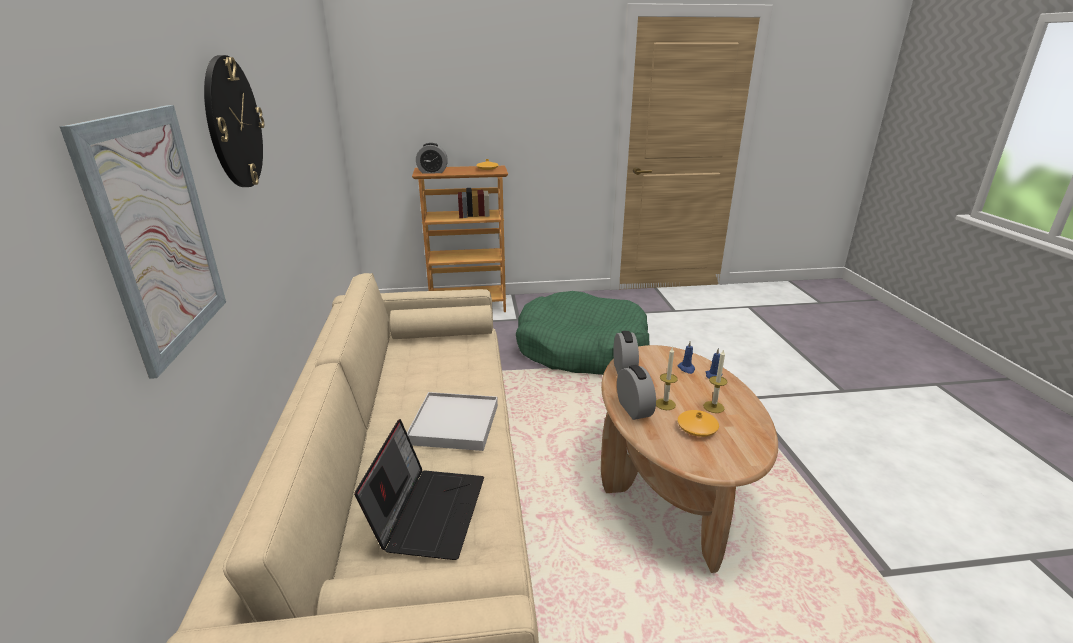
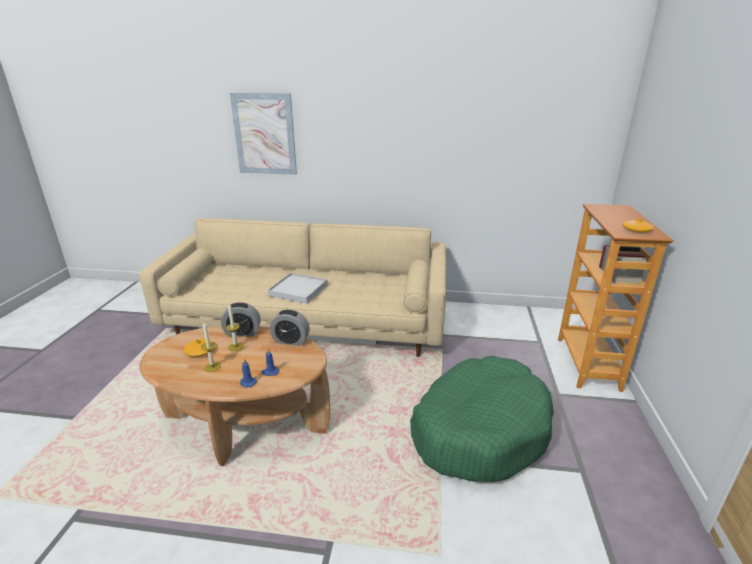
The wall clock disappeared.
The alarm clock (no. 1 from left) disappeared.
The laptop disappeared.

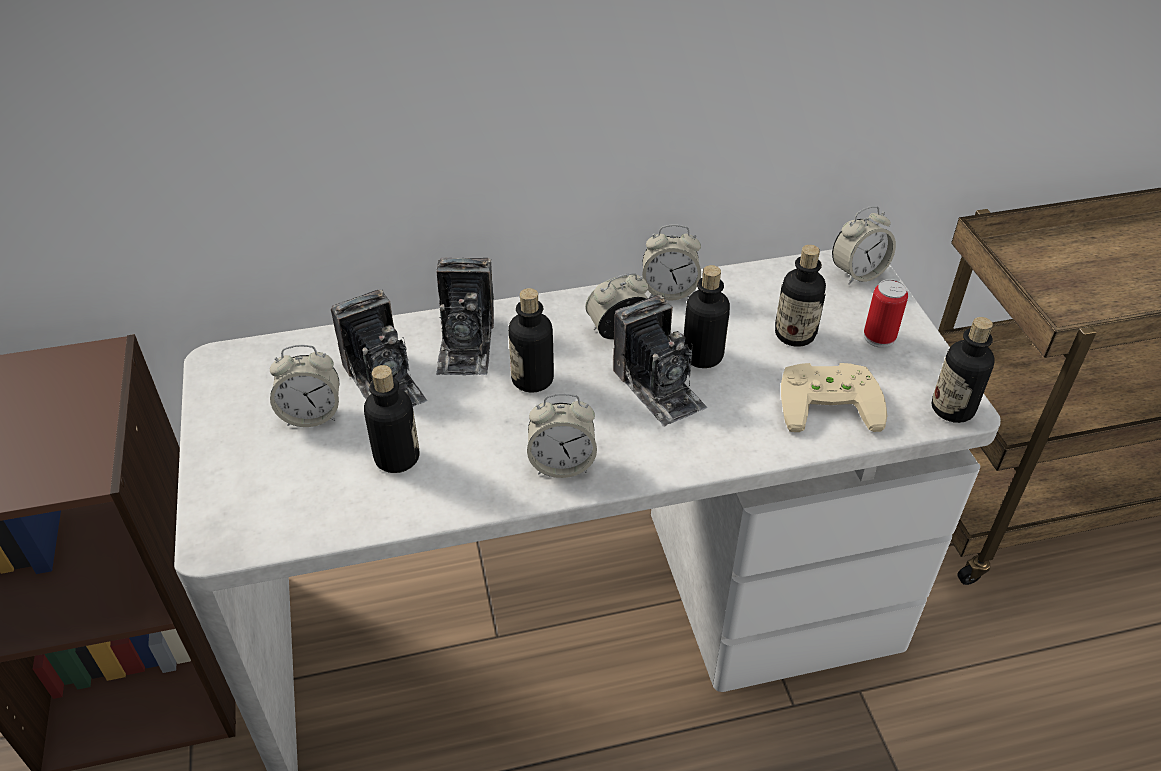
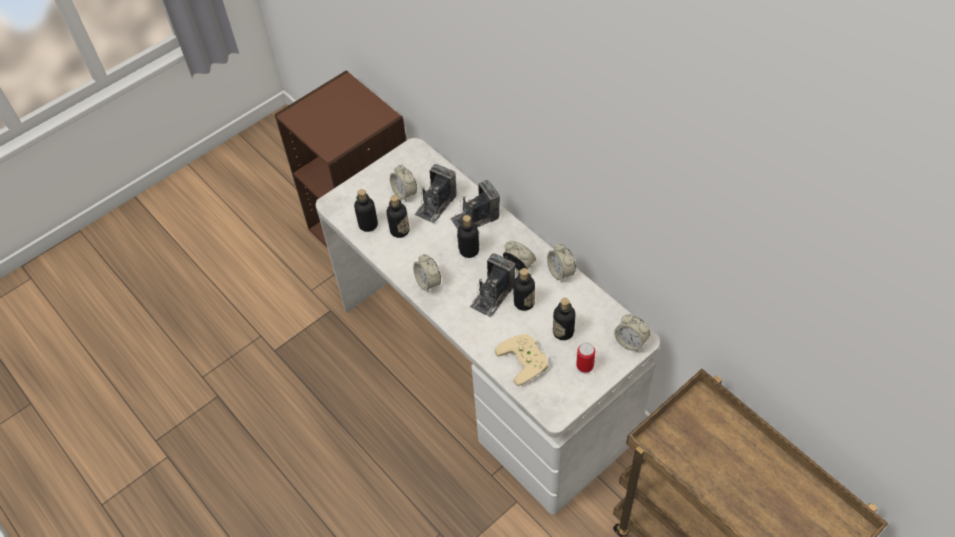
The bottle (no. 5 from left in the first image) moved.

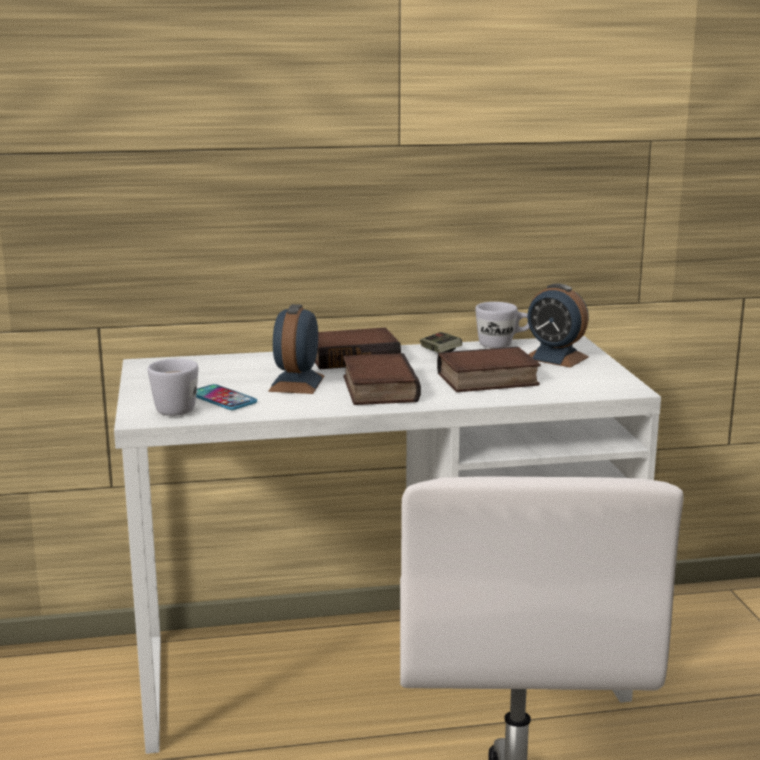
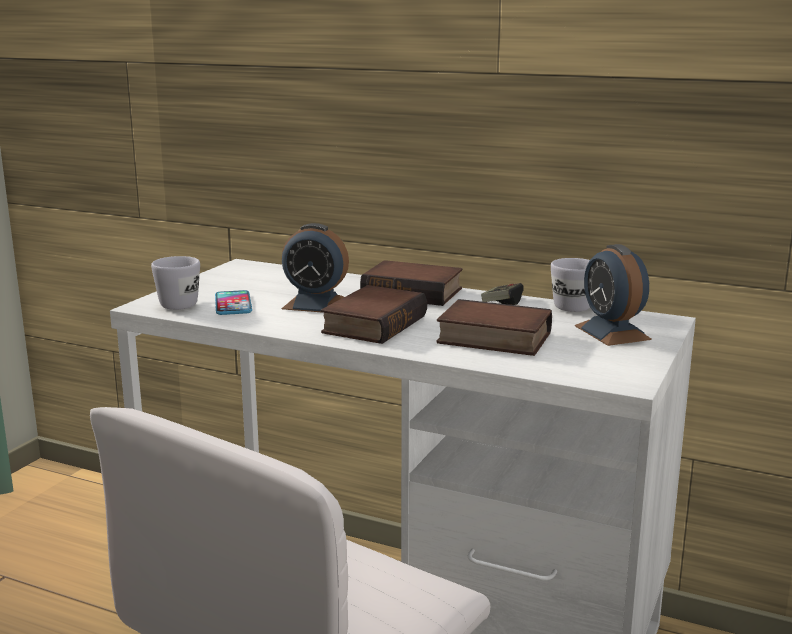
The alarm clock (no. 1 from left) turned 120 degrees counterclockwise.

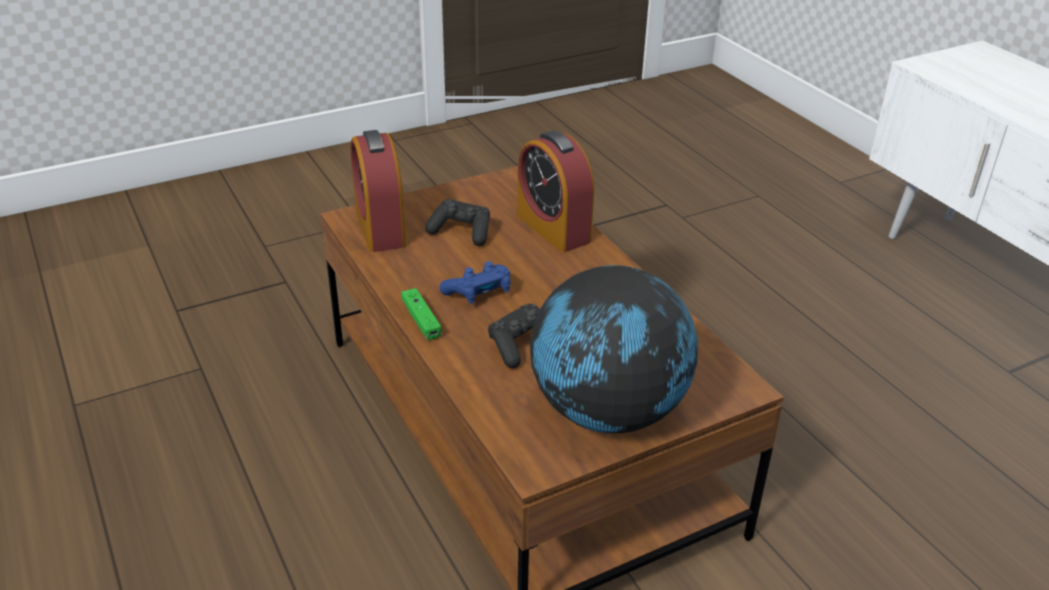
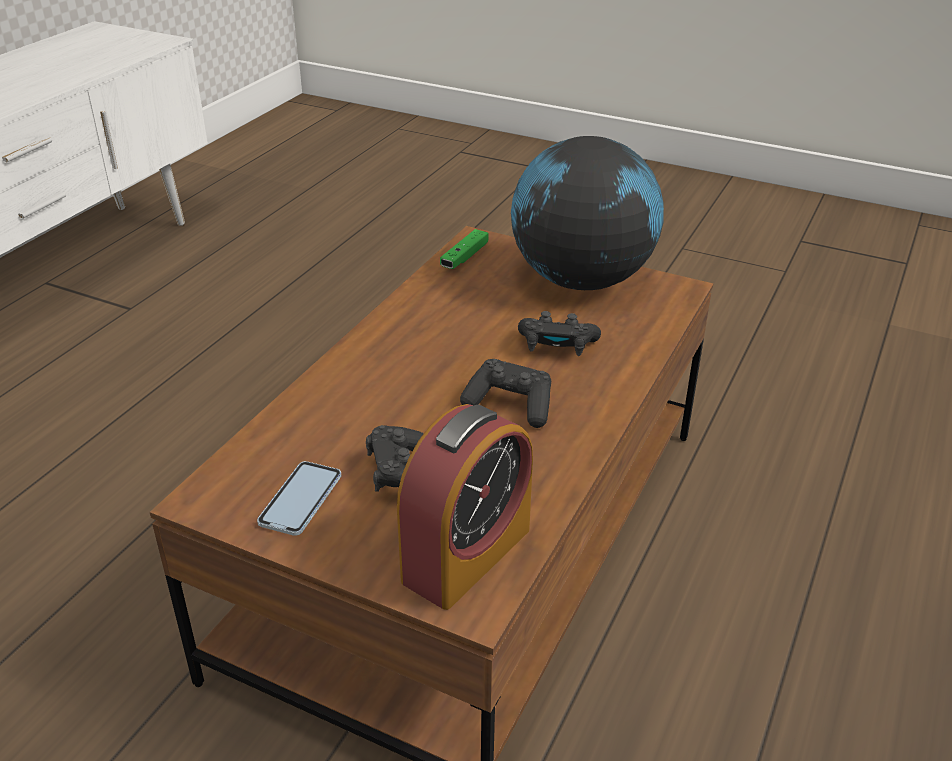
The alarm clock (no. 2 from left) disappeared.
The game controller (blue) became the game controller (black) (no. 2 from left).
The game controller (green) moved.
The phone appeared.

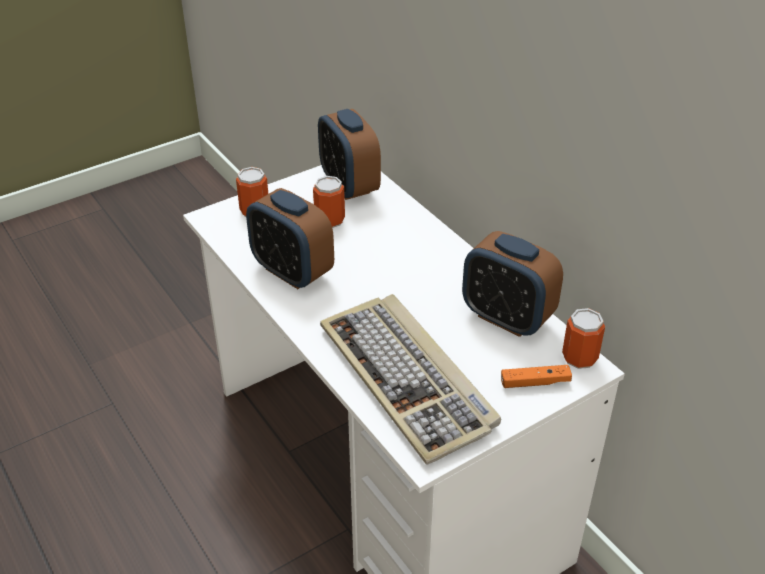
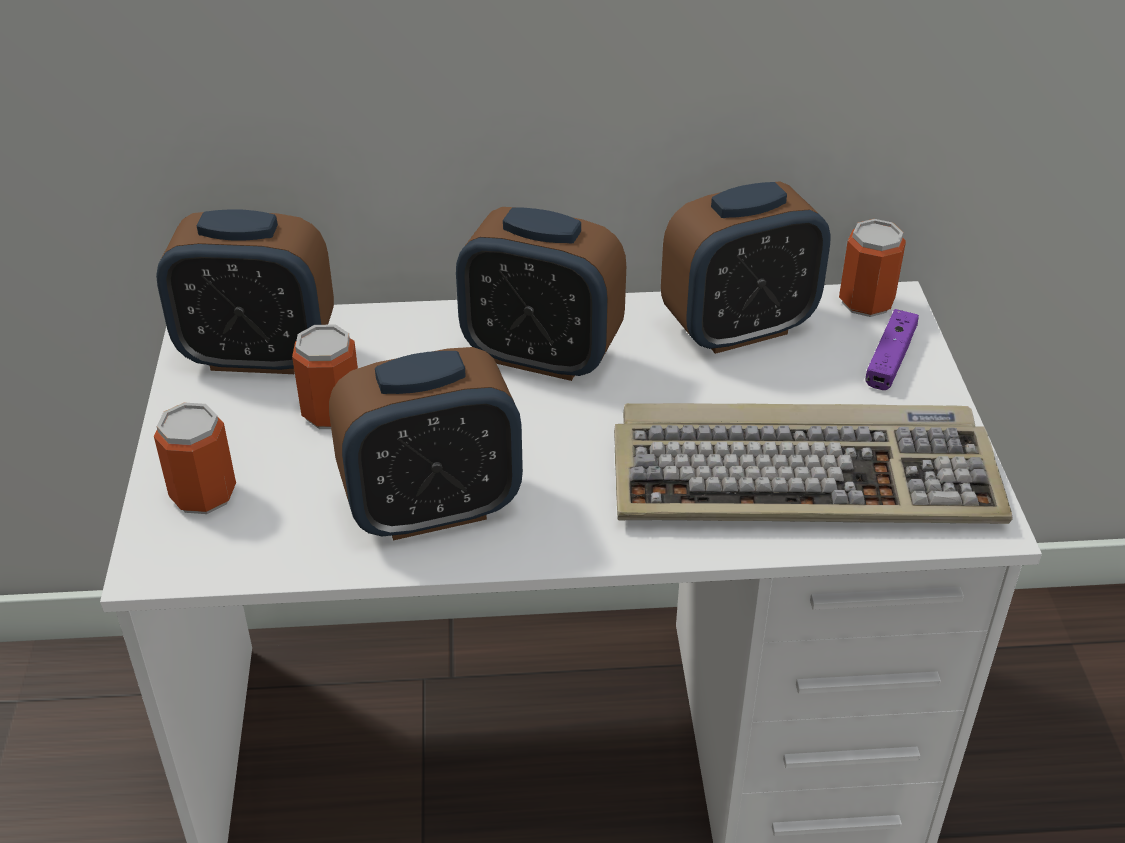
The game controller (orange) became the game controller (purple).
The alarm clock (no. 3 from left) appeared.

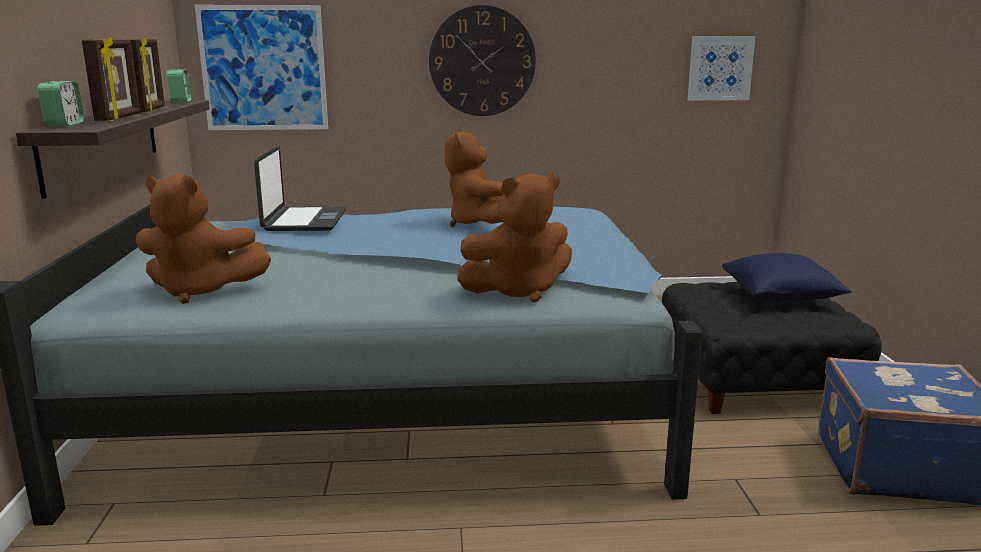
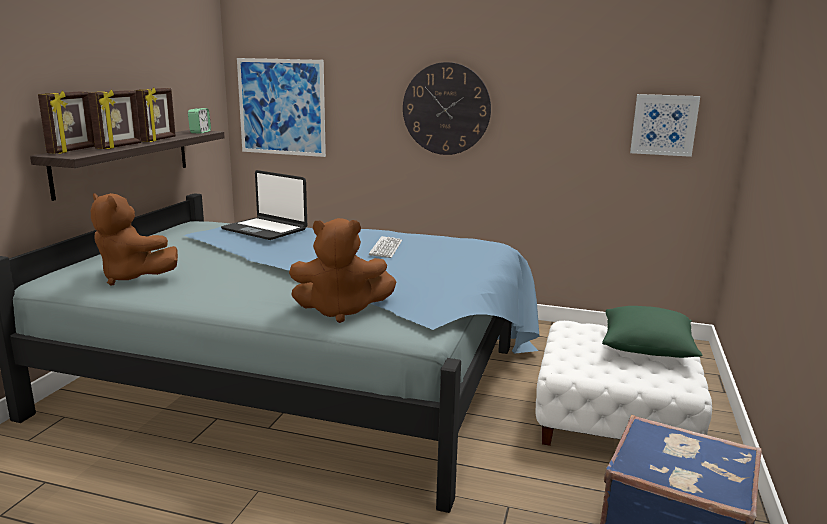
The alarm clock (no. 1 from left) was replaced by the picture frame (no. 1 from left).
The plush toy (brown) (no. 2 from left) was replaced by the keyboard.
The laptop turned 105 degrees clockwise.
The pillow (blue) became the pillow (green).
The ottoman (black) became the ottoman (white).

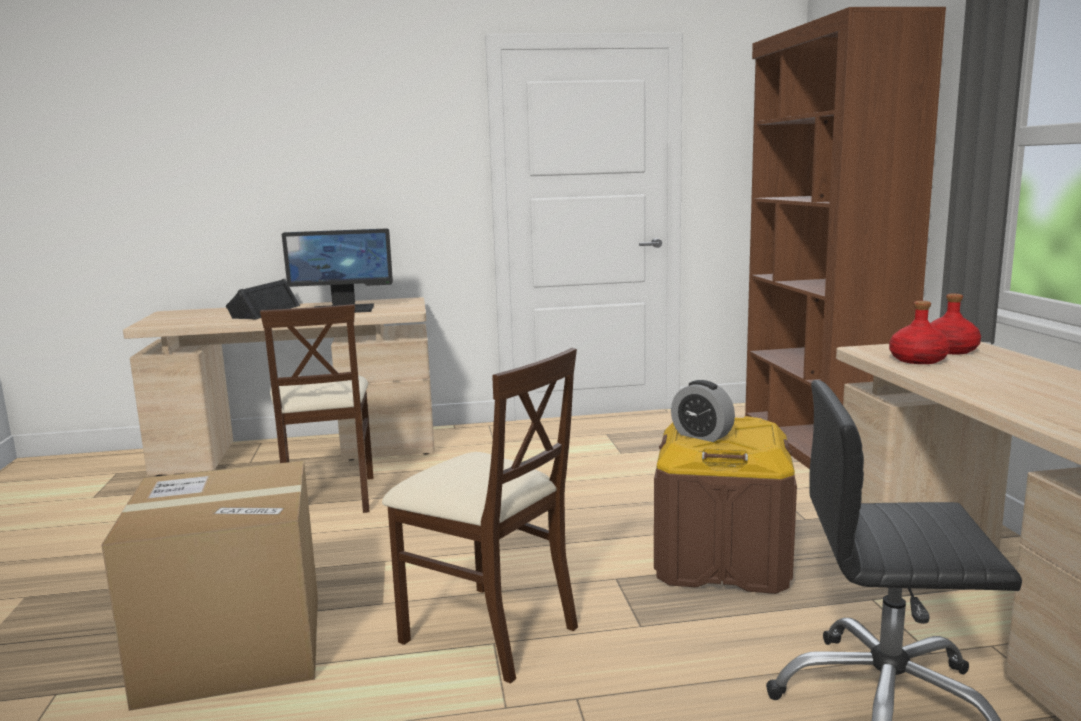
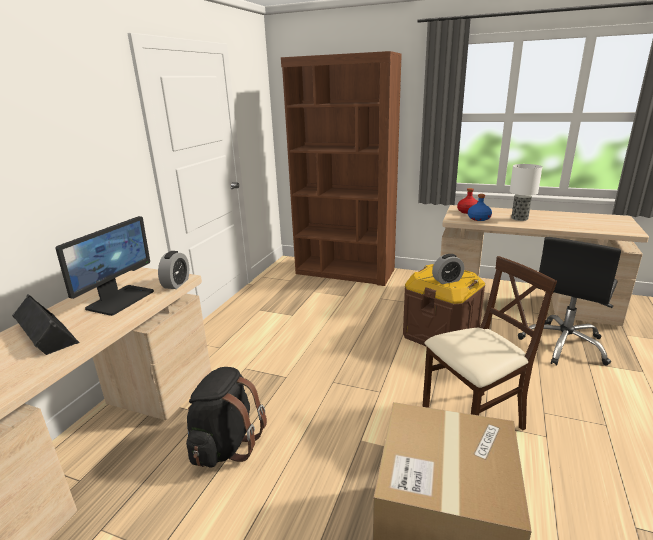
The bottle (red) (no. 1 from left) became the bottle (blue).
The chair (beige) (no. 1 from left) was replaced by the backpack (black).
The table lamp appeared.
The alarm clock (no. 1 from left) appeared.

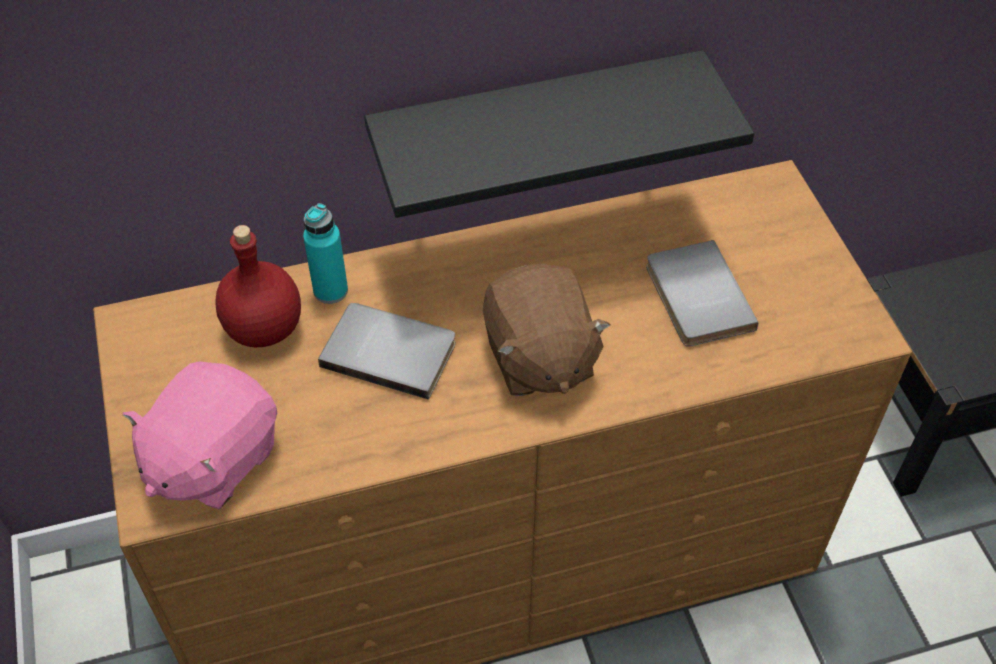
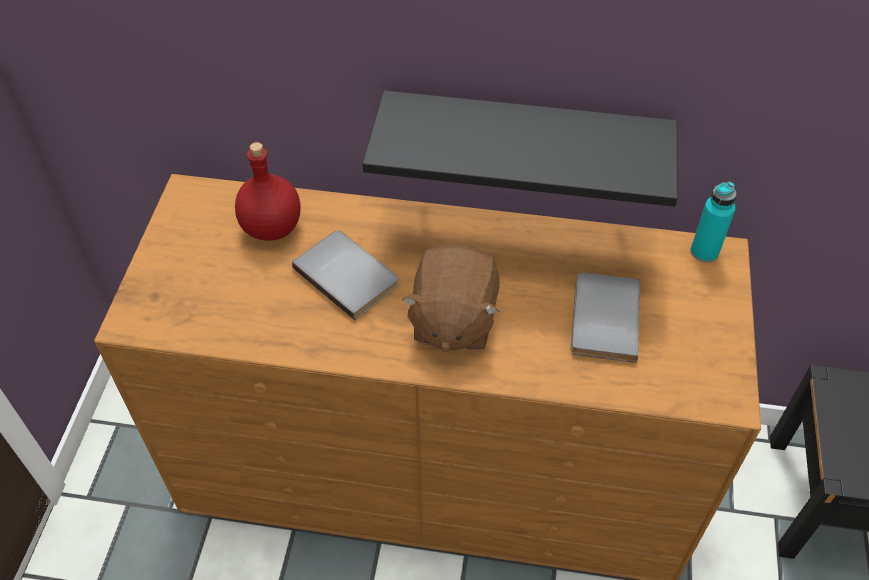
The bottle (turquoise) moved.
The plush toy (pink) disappeared.

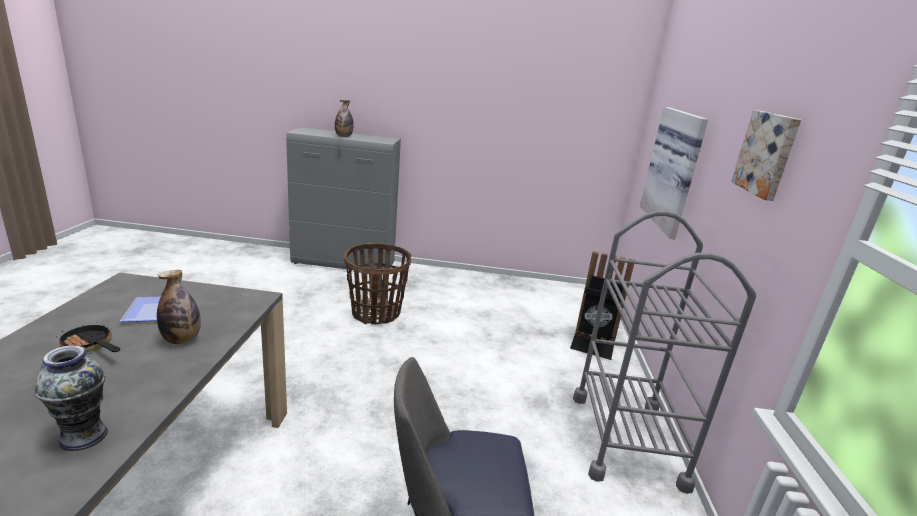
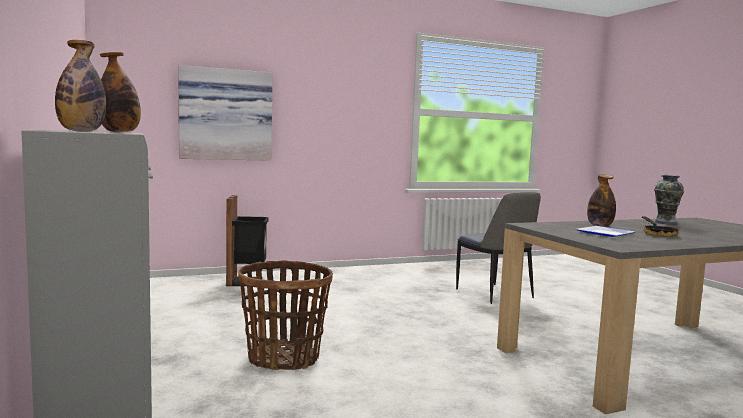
The picture (no. 2 from left) disappeared.
The cart (grey) disappeared.
The bottle (no. 1 from left) appeared.

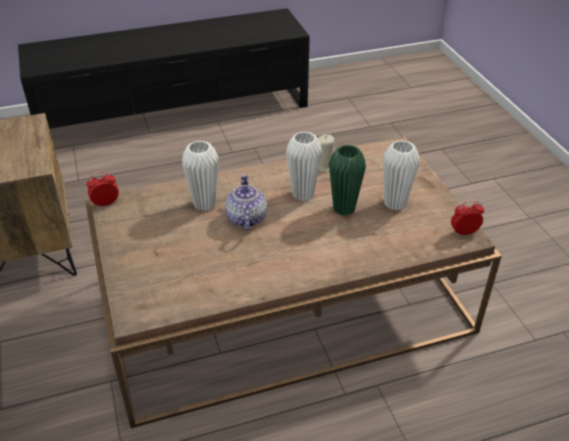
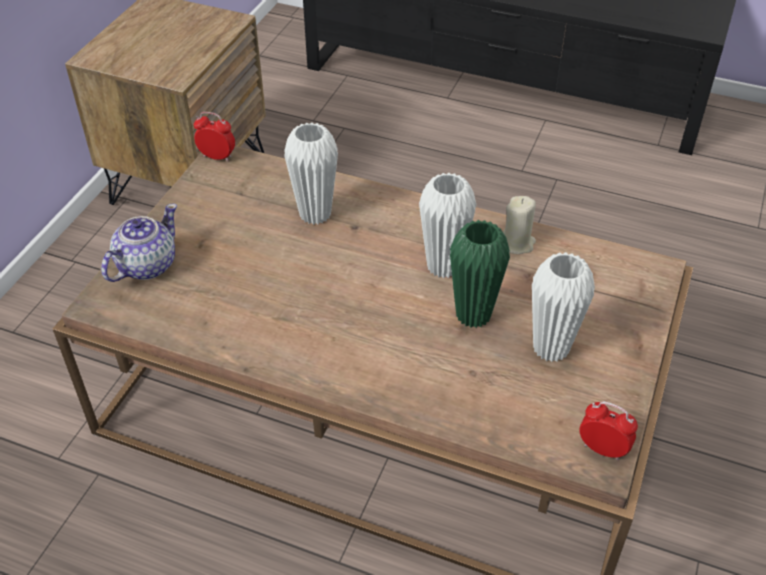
The teapot moved.

